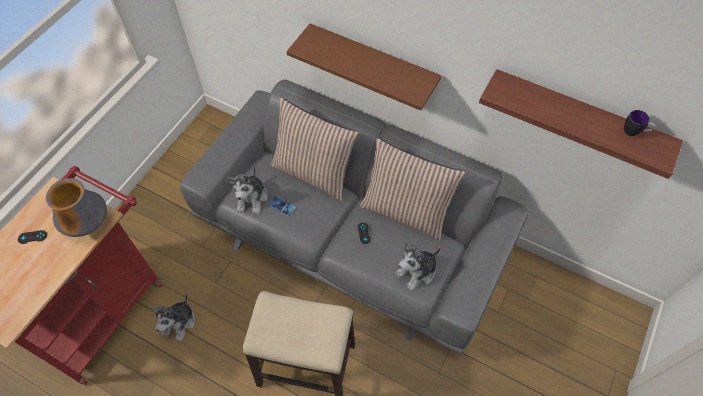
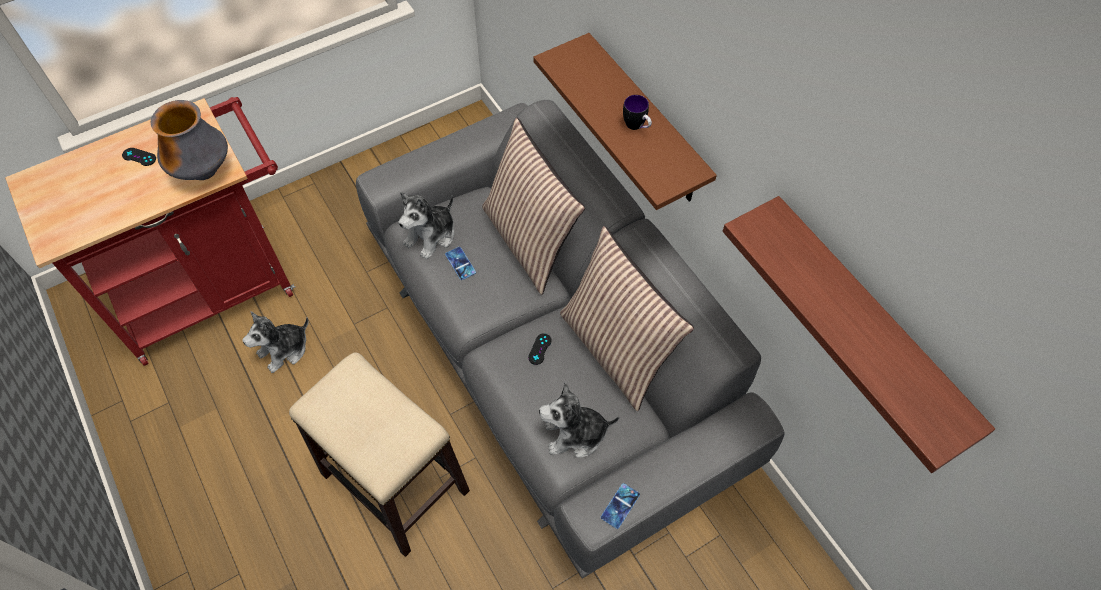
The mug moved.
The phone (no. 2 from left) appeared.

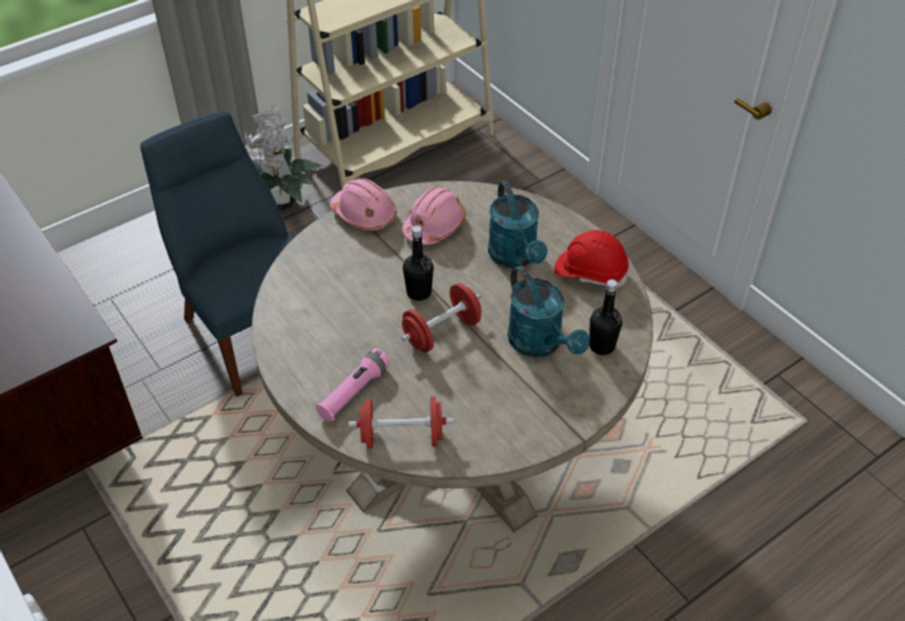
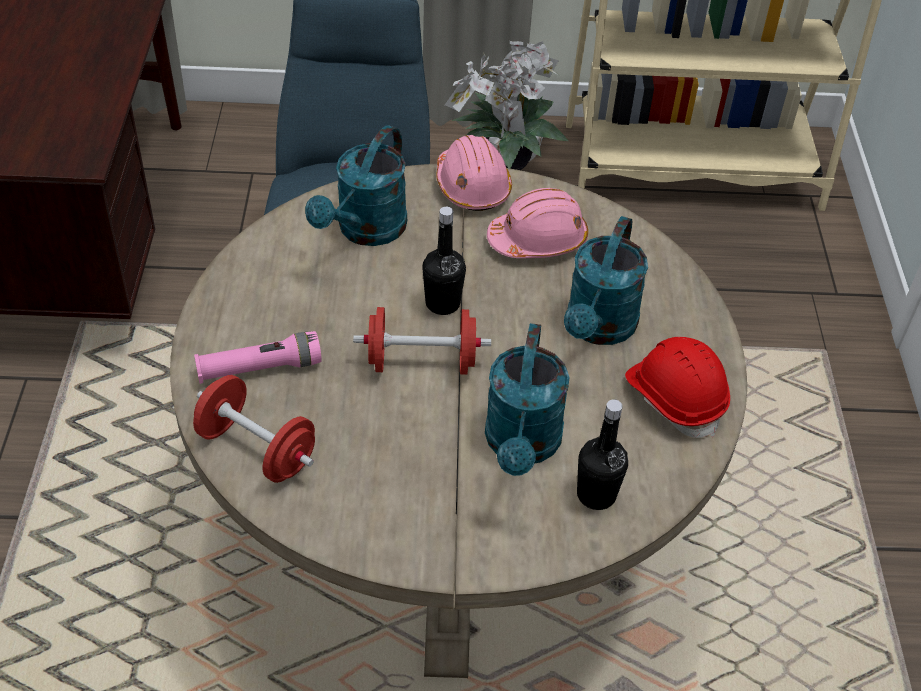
The watering can (turquoise) (no. 1 from left) appeared.

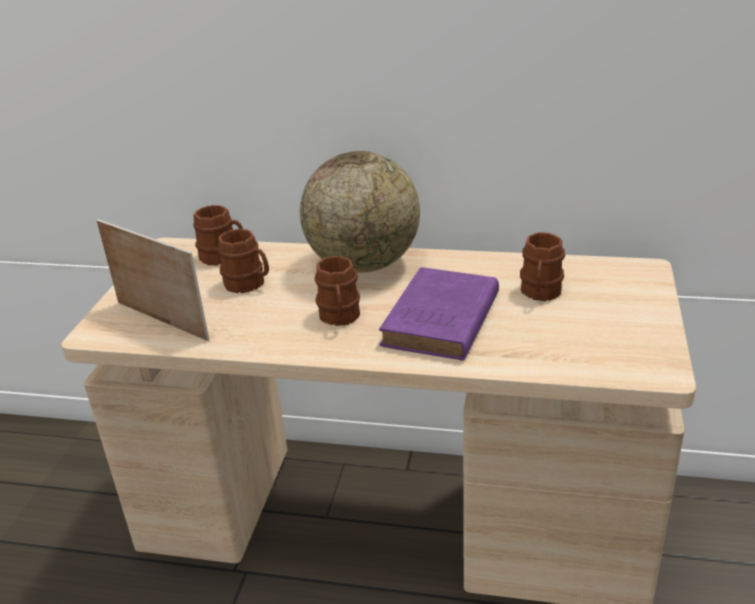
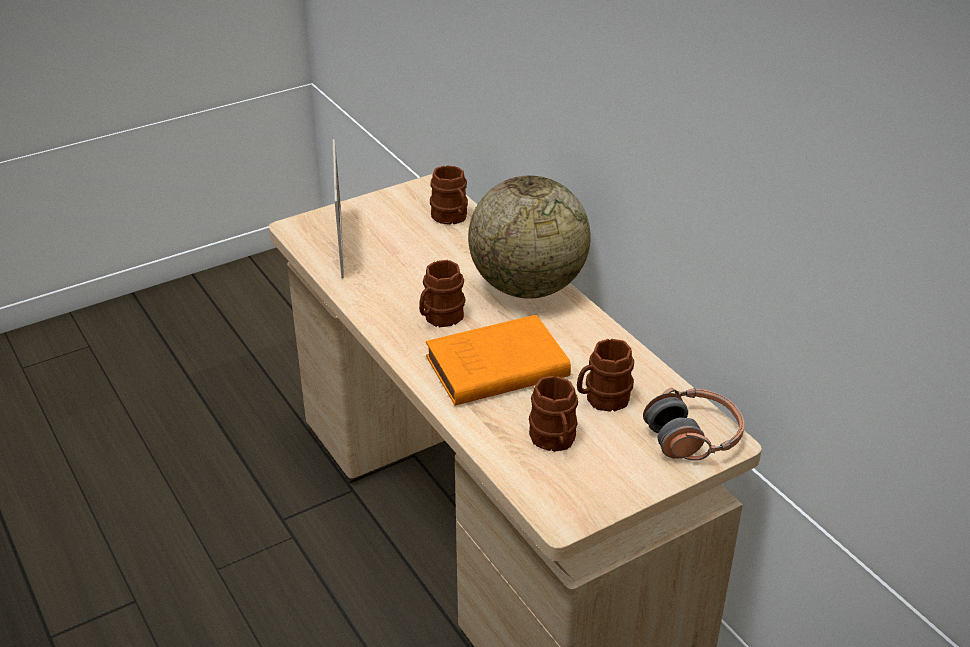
The mug (brown) (no. 2 from left in the first image) moved.
The book (purple) became the book (orange).
The headphones appeared.

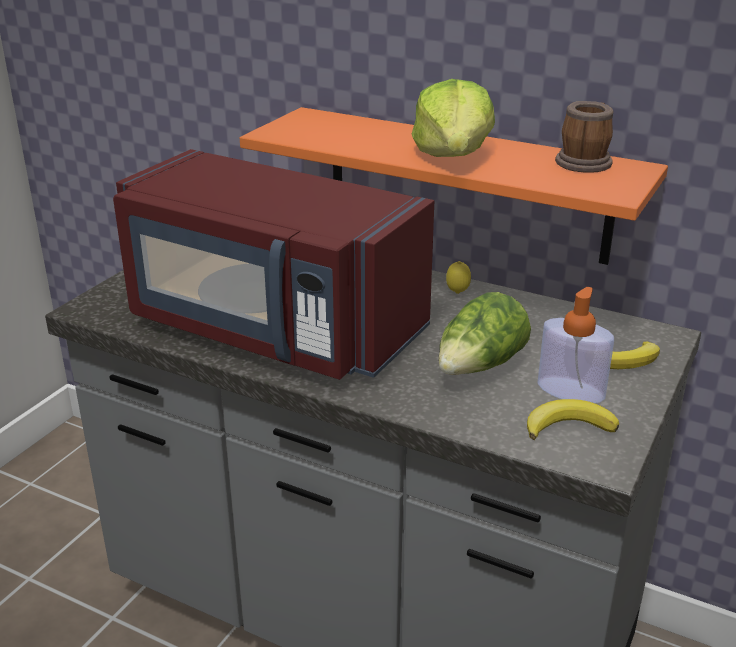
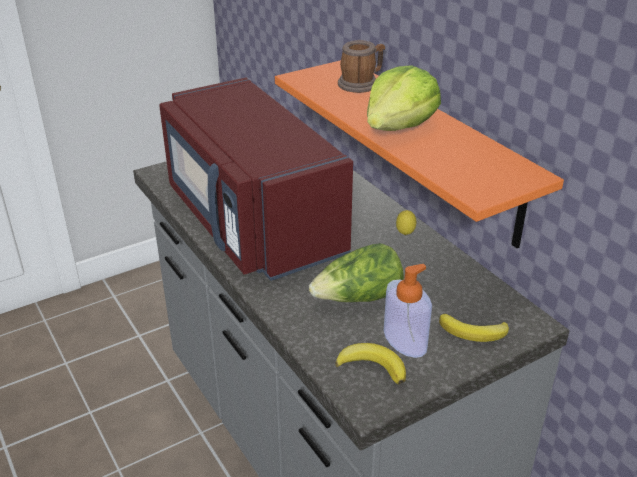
The mug moved.

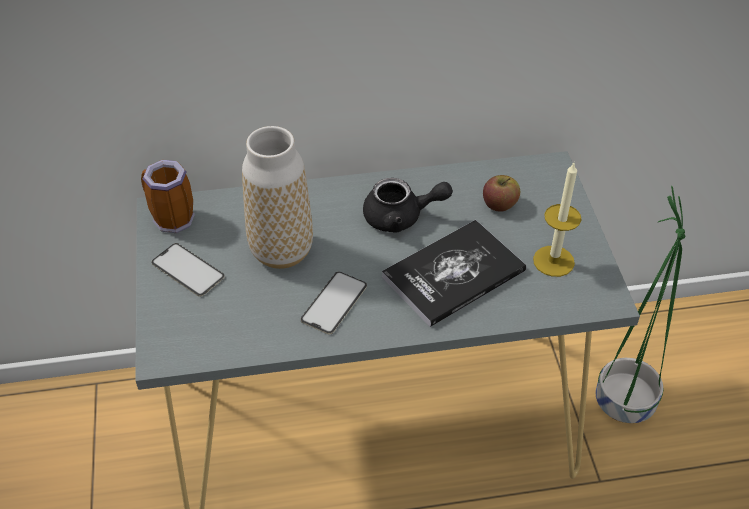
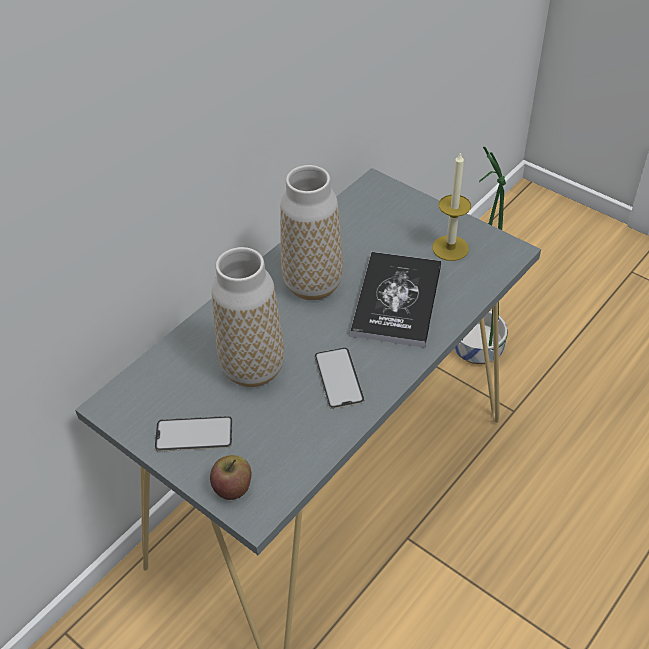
The mug disappeared.
The apple moved.
The teapot (black) was replaced by the vase (no. 2 from left).

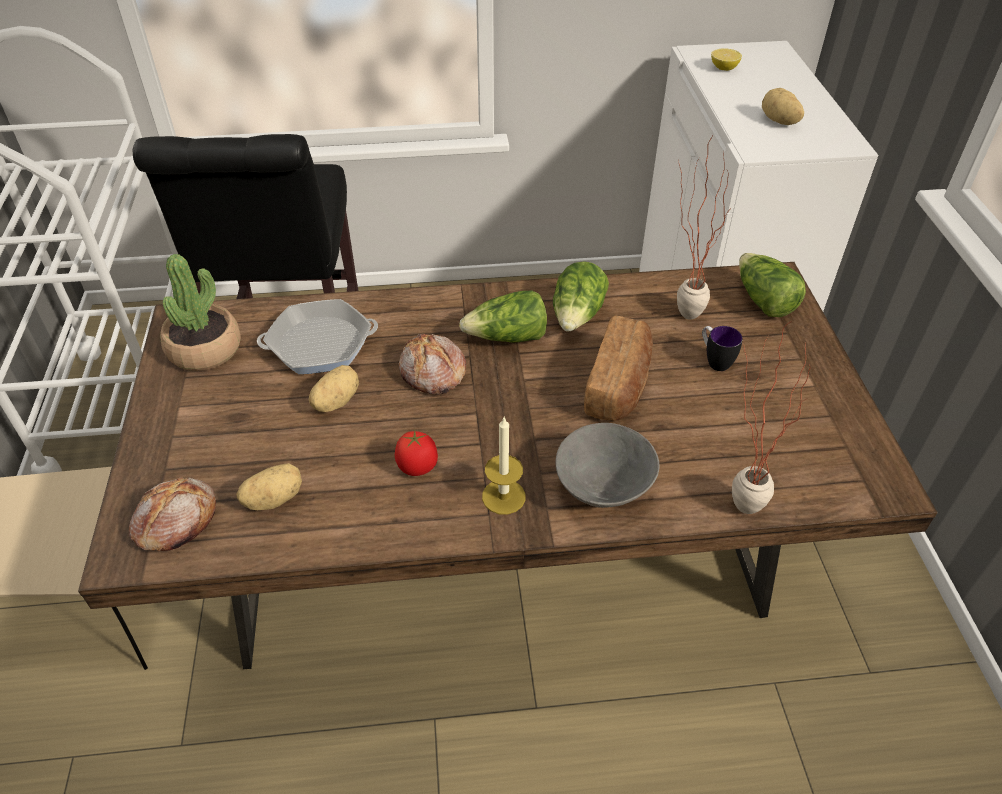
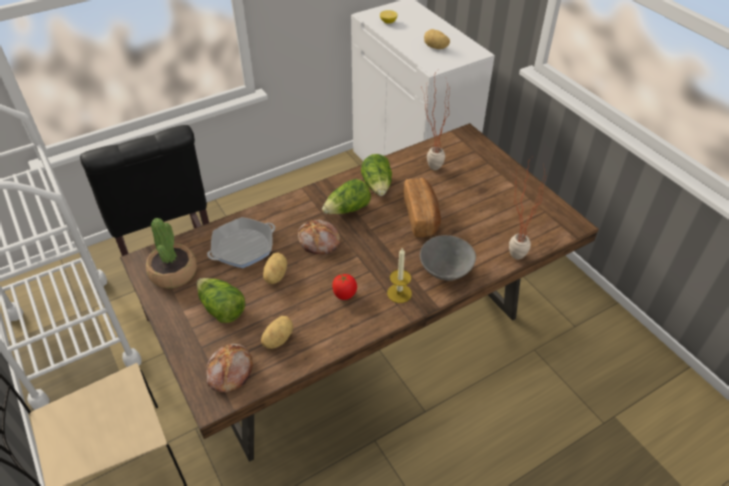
The lettuce (no. 3 from left in the first image) moved.
The mug disappeared.

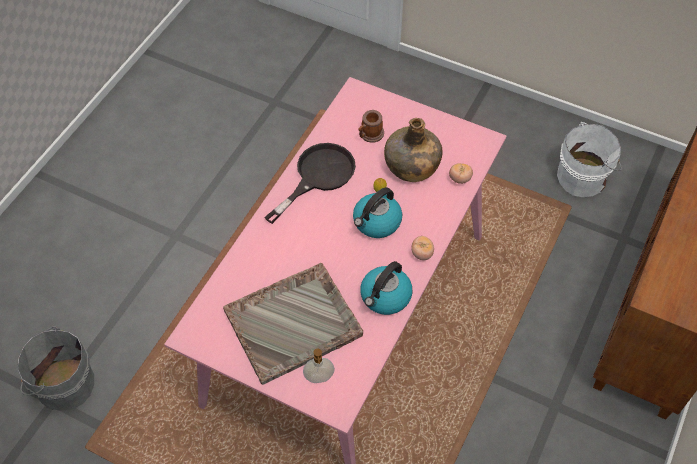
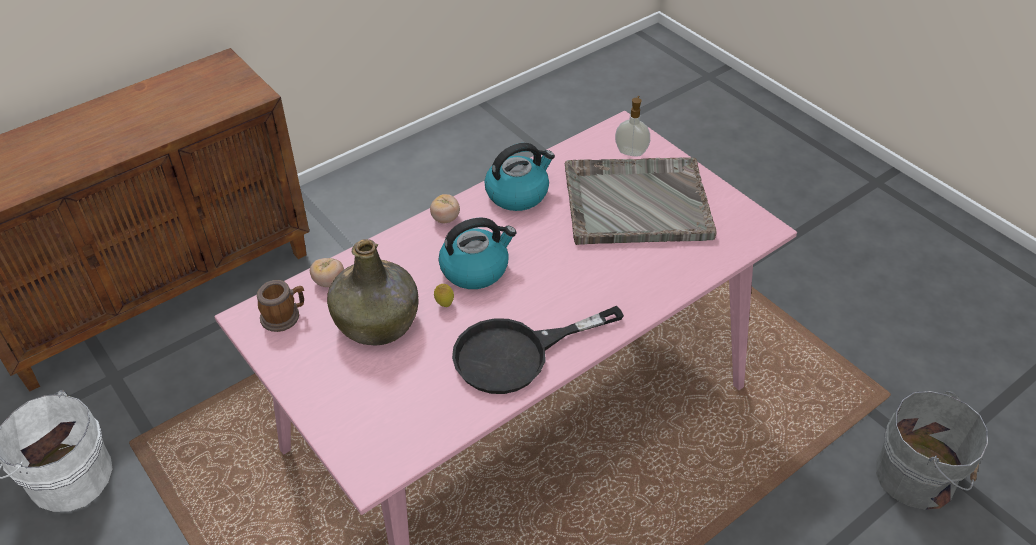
The mug moved.

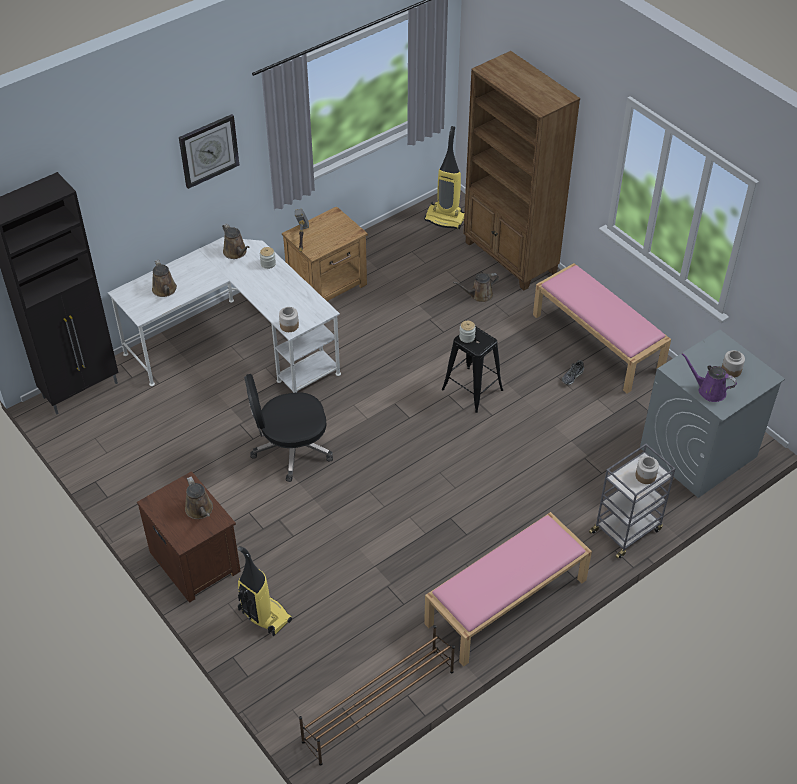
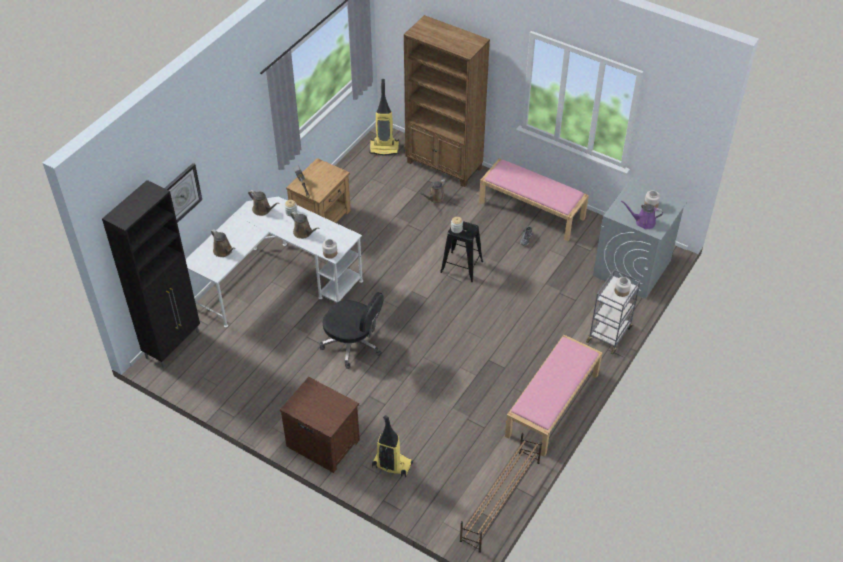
The wall clock moved.
The office chair (black) turned 120 degrees counterclockwise.
The watering can (brown) (no. 2 from left in the first image) moved.

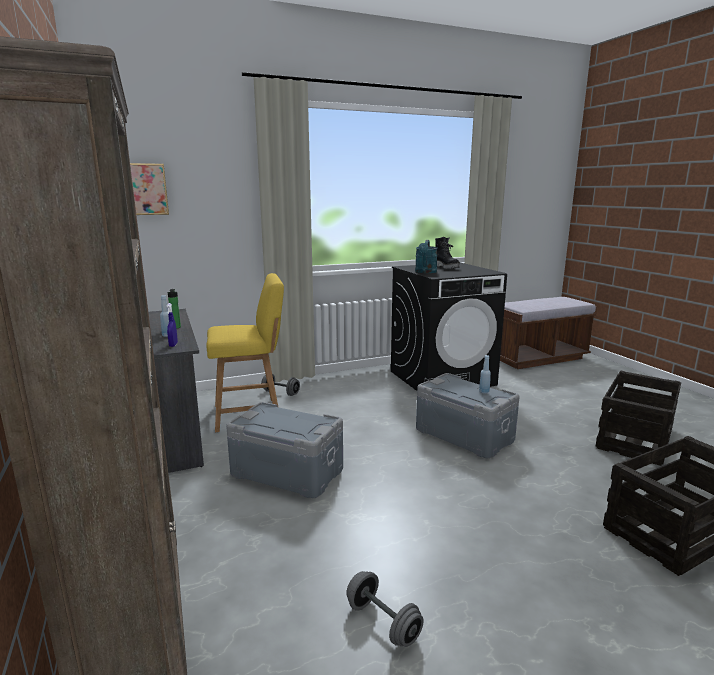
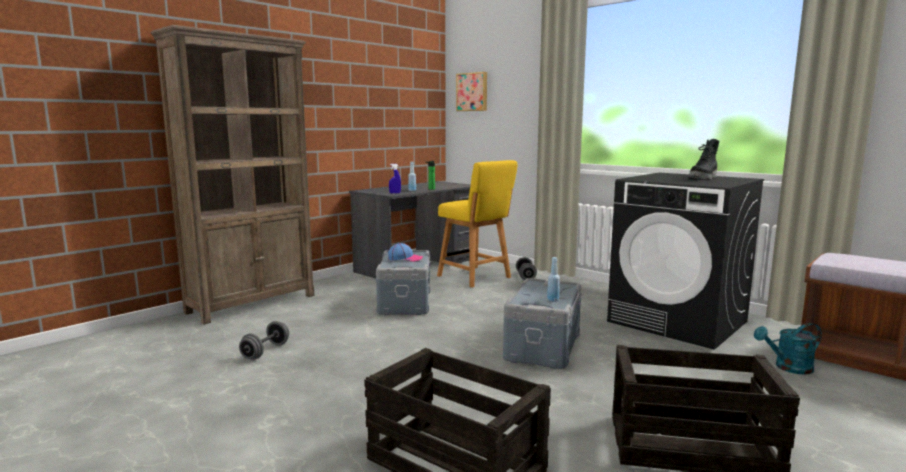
The watering can (turquoise) moved.
The cap appeared.

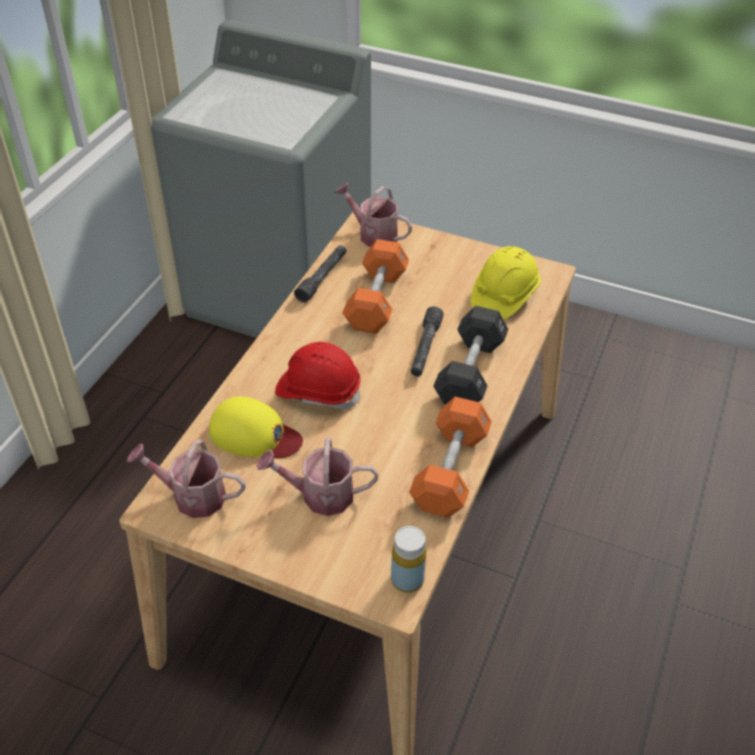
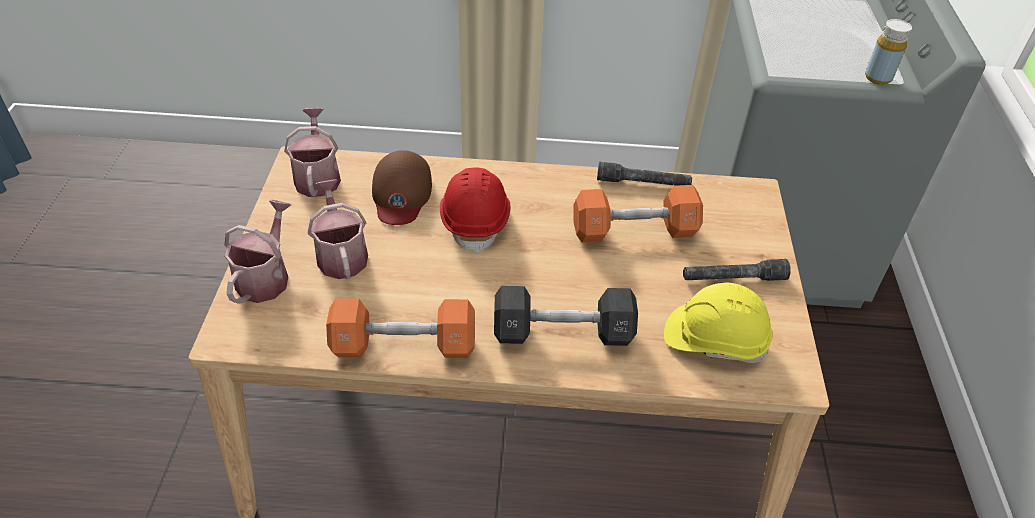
The watering can (no. 3 from left in the first image) moved.
The flashlight (grey) (no. 2 from left) moved.
The cap (yellow) became the cap (brown).
The bottle (yellow) moved.

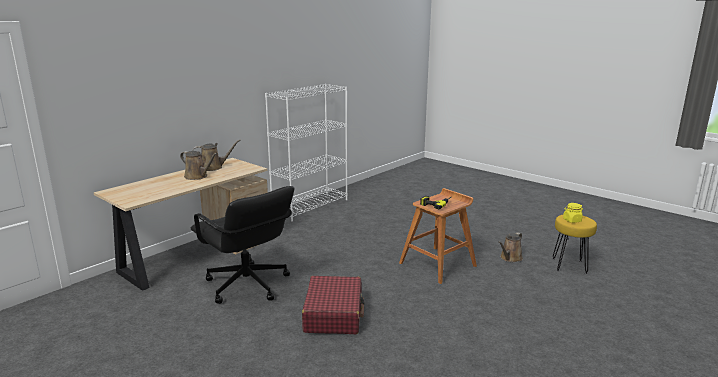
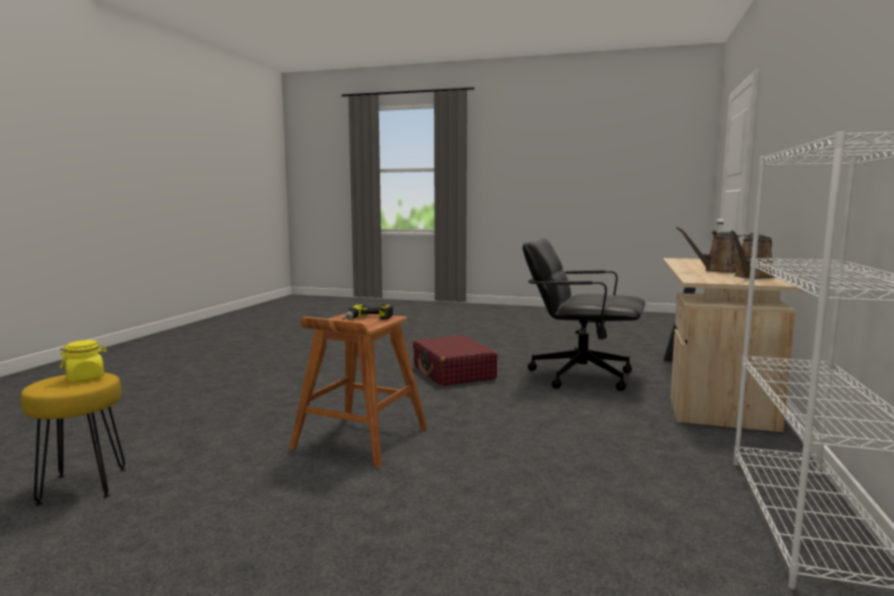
The watering can (brown) (no. 3 from left) disappeared.

